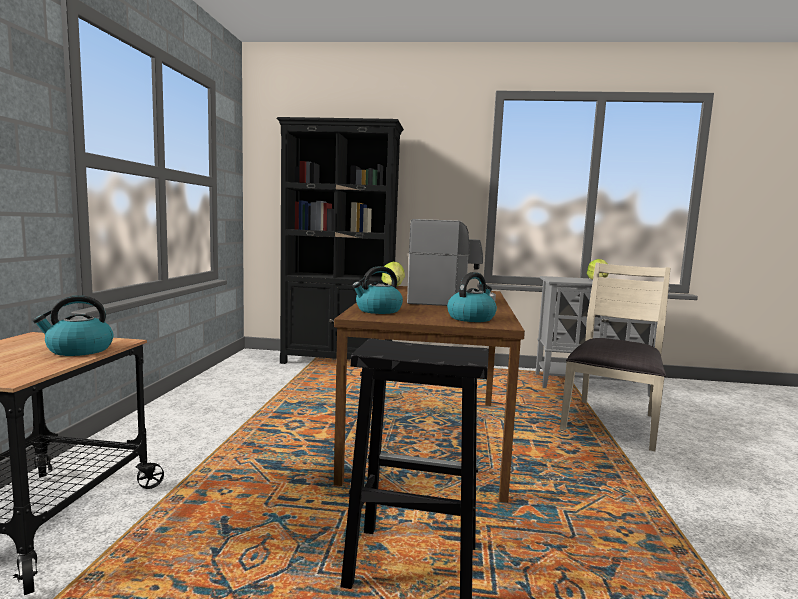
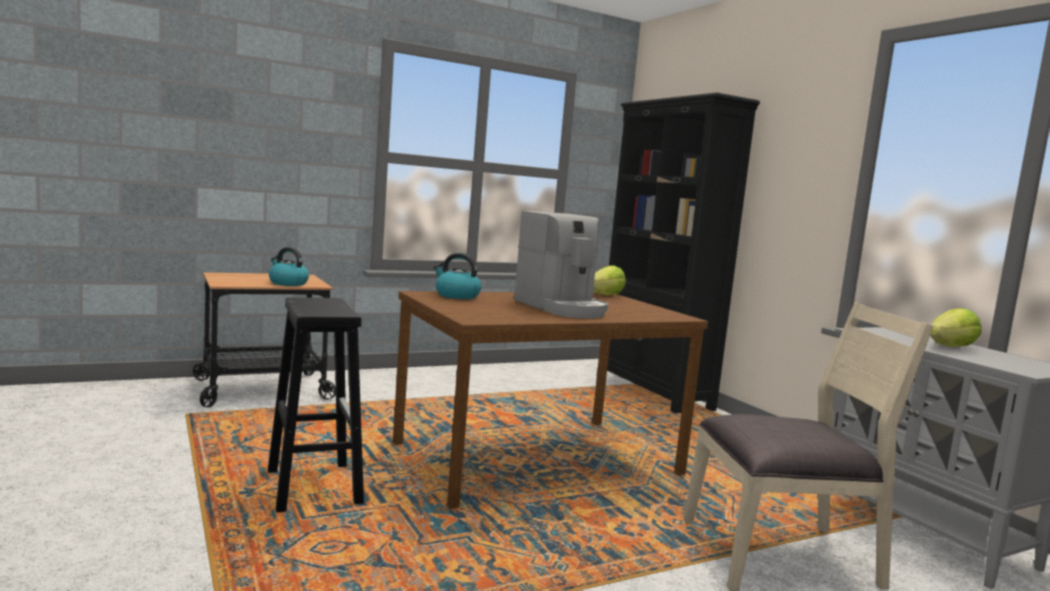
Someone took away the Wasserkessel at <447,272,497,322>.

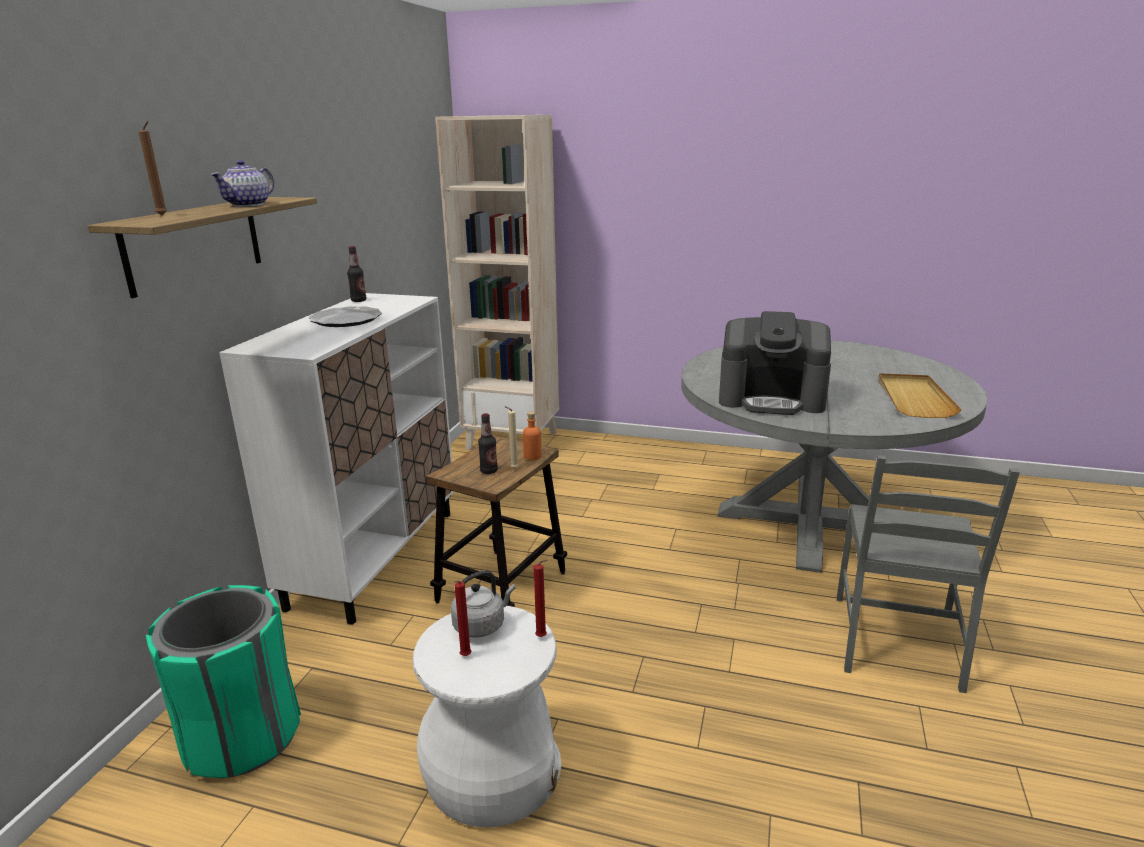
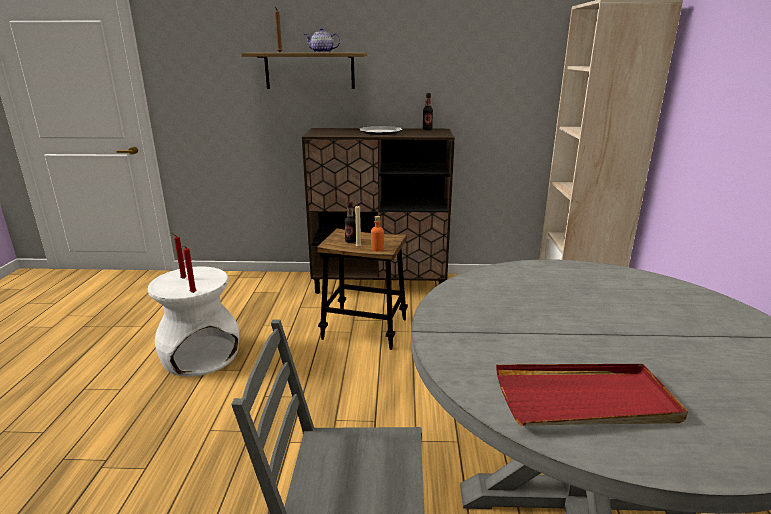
Someone took away the Mülleimer/grün at <146,585,301,778>.
Someone repainted the Schrank/weiß at <219,293,454,625>, which became the Schrank/braun at <302,128,455,294>.
Someone took away the Wasserkessel/grau at <451,570,516,638>.
Someone took away the Kaffeemaschine at <719,311,831,415>.
Someone repainted the Tablett/beige at <878,373,962,418>, which became the Tablett/rot at <496,364,688,425>.

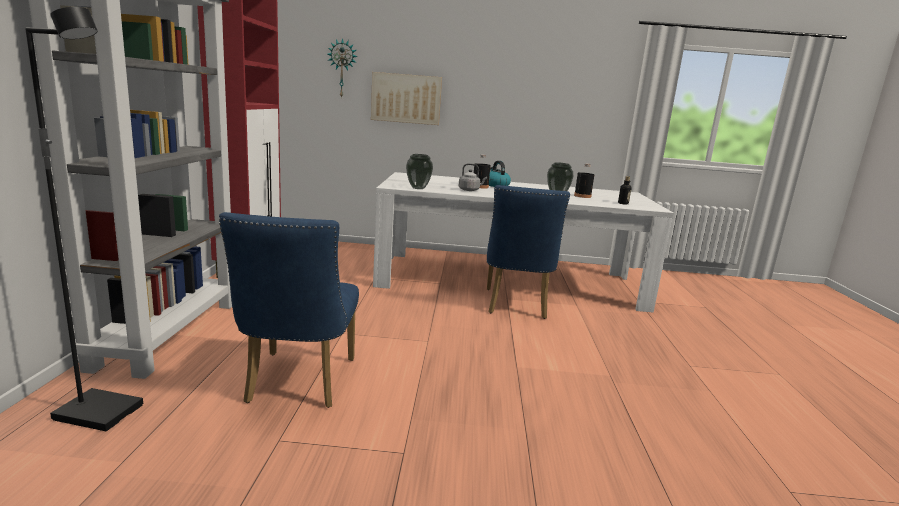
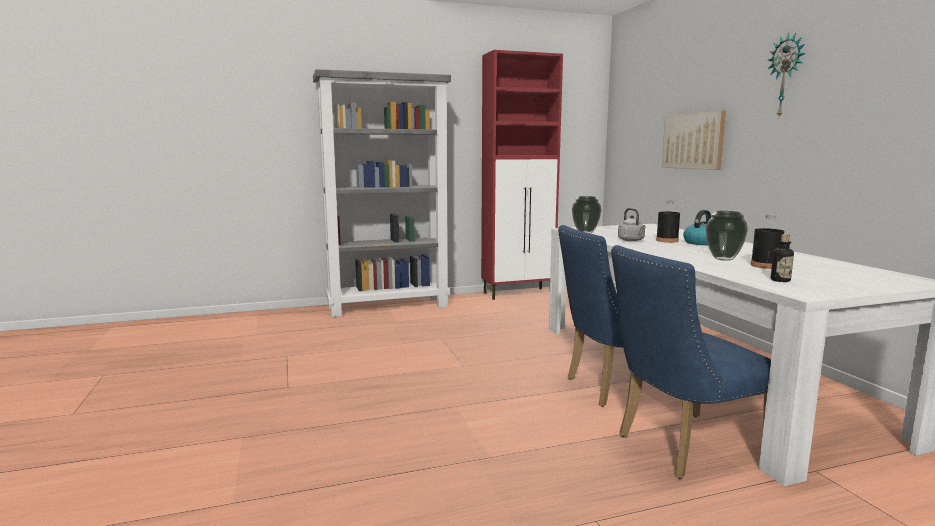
Someone took away the Stehlampe/schwarz at <25,7,143,431>.
Someone carried the Stuhl/blau from <219,212,359,408> to <611,245,771,479>.
Someone carried the Wanduhr from <327,38,358,98> to <767,32,806,118>.

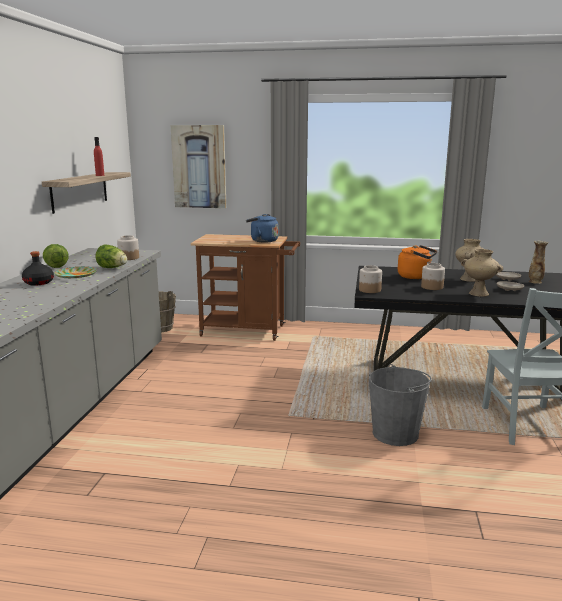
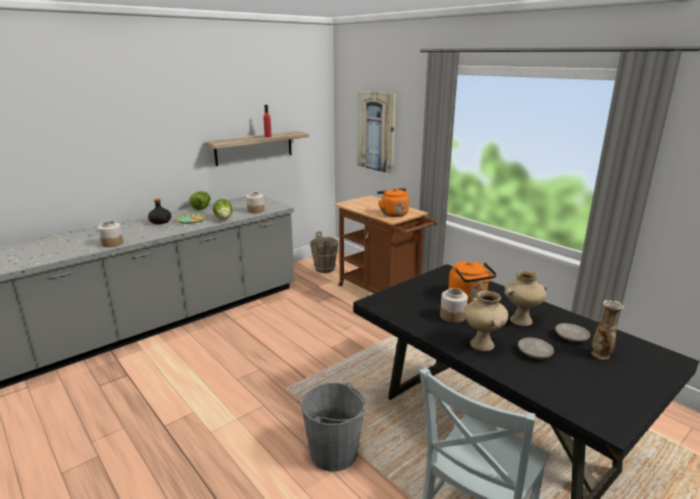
Someone repainted the Wasserkessel/blau at <246,214,279,243>, which became the Wasserkessel/orange at <377,188,409,217>.
Someone carried the Vorratsglas from <359,265,382,293> to <98,221,123,247>.

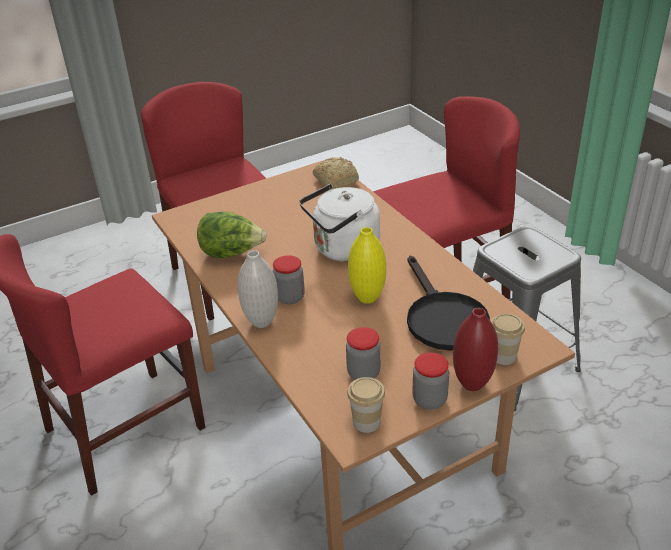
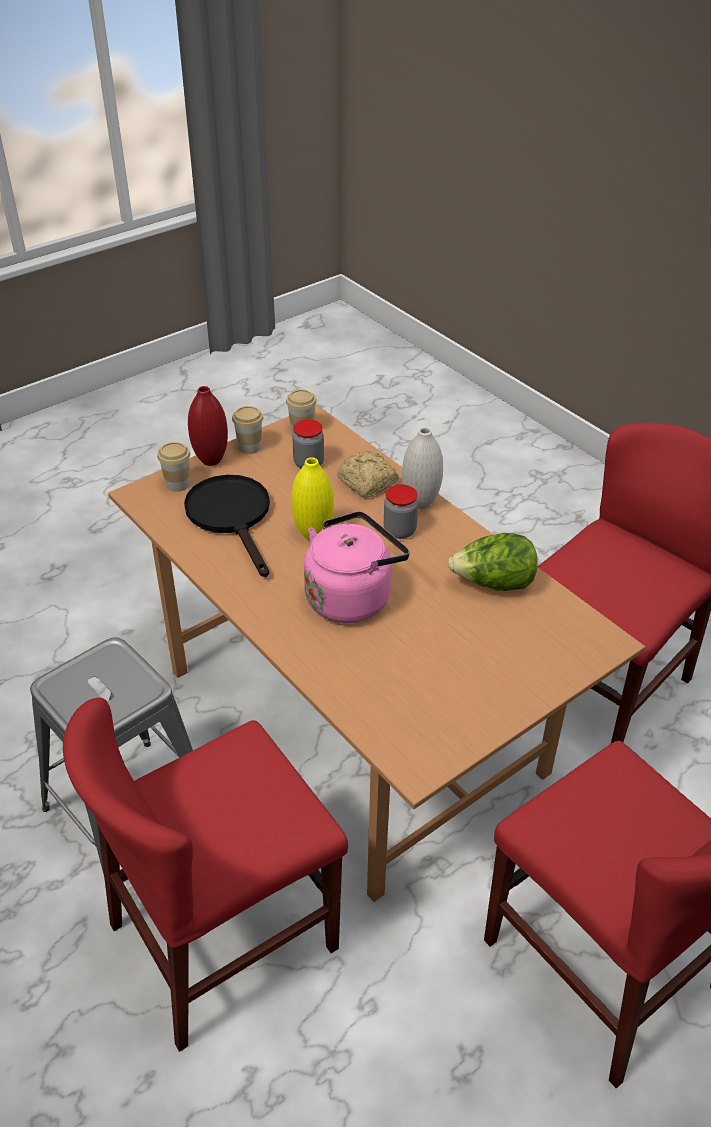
Someone repainted the Wasserkessel/weiß at <299,184,380,262>, which became the Wasserkessel/rosa at <304,511,410,623>.
Someone carried the Brot from <313,157,359,189> to <337,451,399,498>.
Someone swapped the Vorratsglas at <412,352,449,410> for the Tasse at <232,406,263,454>.

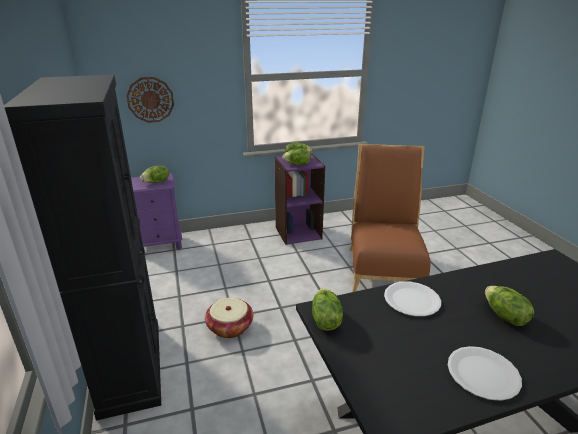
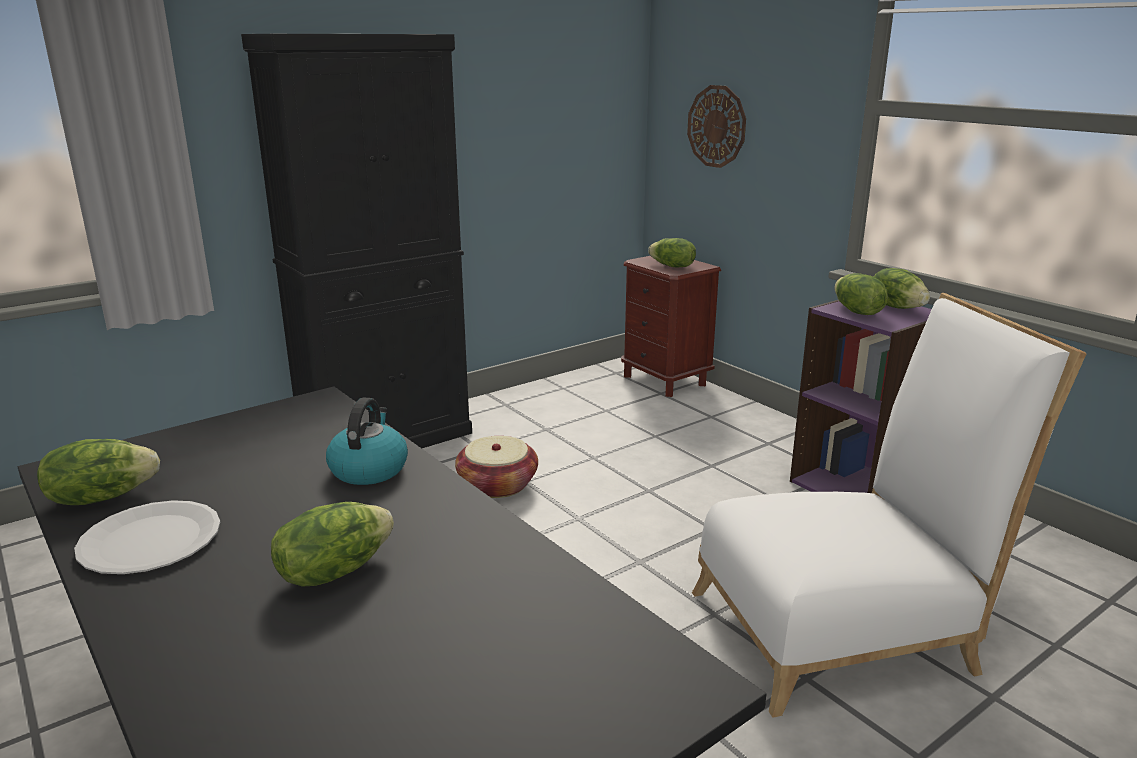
Someone repainted the Nachttisch/lila at <131,173,182,253>, which became the Nachttisch/braun at <621,256,721,397>.
Someone carried the Salatkopf from <312,288,343,331> to <37,439,160,505>.
Someone repainted the Stuhl/braun at <350,144,430,292>, which became the Stuhl/weiß at <692,293,1086,718>.
Someone swapped the Teller/weiß at <384,282,441,316> for the Wasserkessel at <326,398,408,485>.

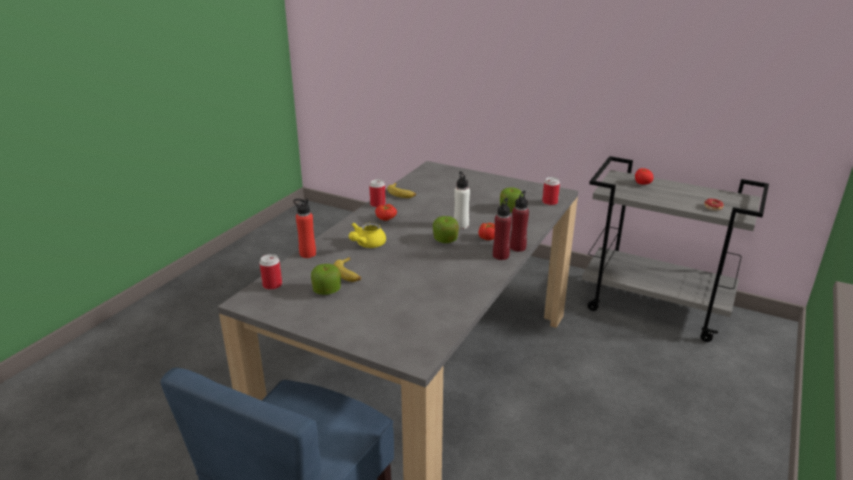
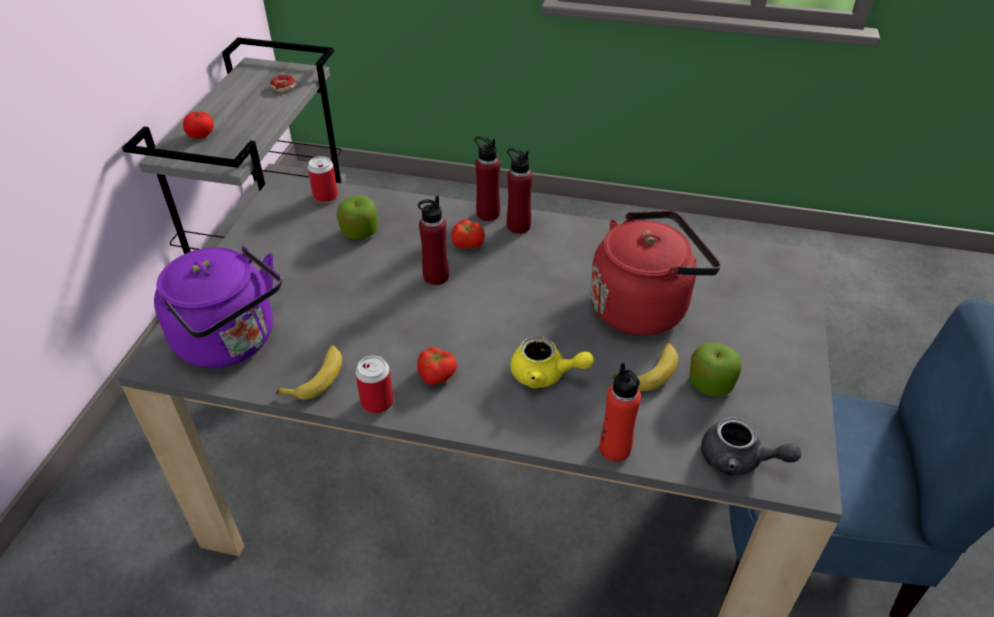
Someone swapped the Dose at <259,254,282,290> for the Teekanne/grau at <701,417,801,476>.
Someone took away the Apfel at <433,216,459,243>.
Someone repainted the Flasche/weiß at <454,171,470,229>, which became the Flasche/rot at <418,196,449,285>.
Someone put down the Wasserkessel/lila at <154,246,282,368>.
Someone put down the Wasserkessel/rot at <590,210,721,336>.

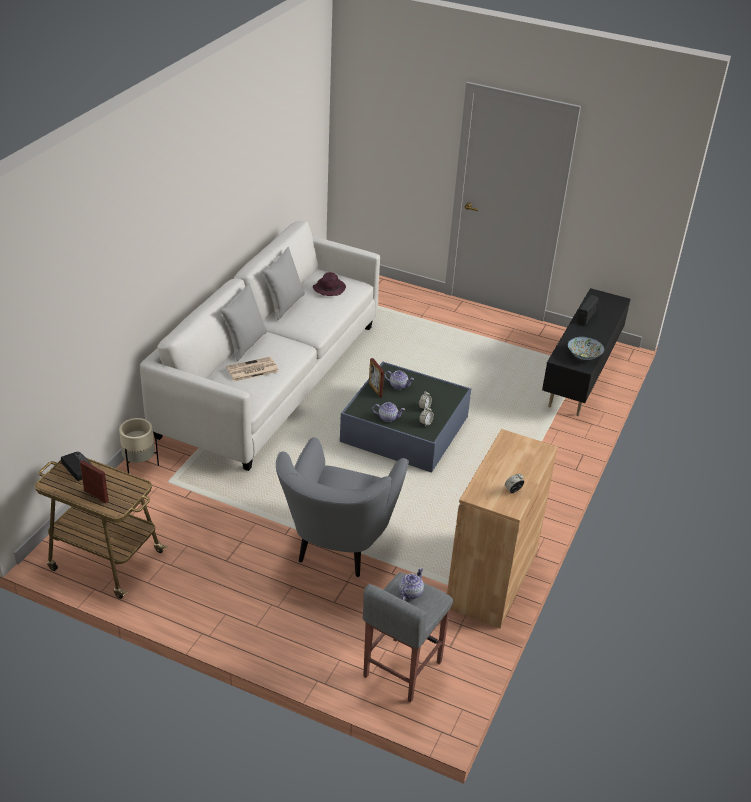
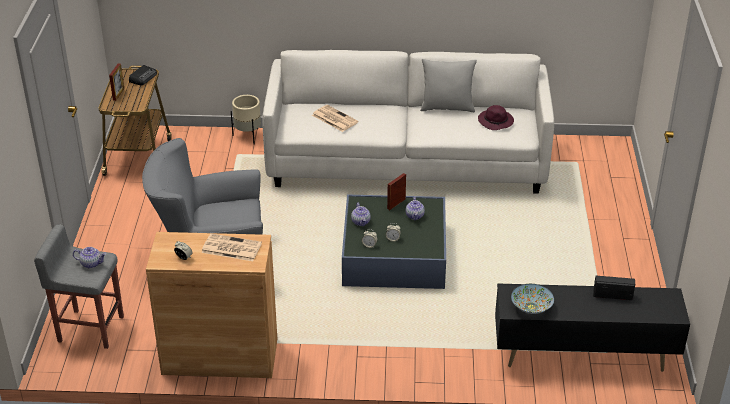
Someone took away the Kissen/grau at <221,283,267,361>.
Someone put down the Zeitung at <201,233,262,261>.

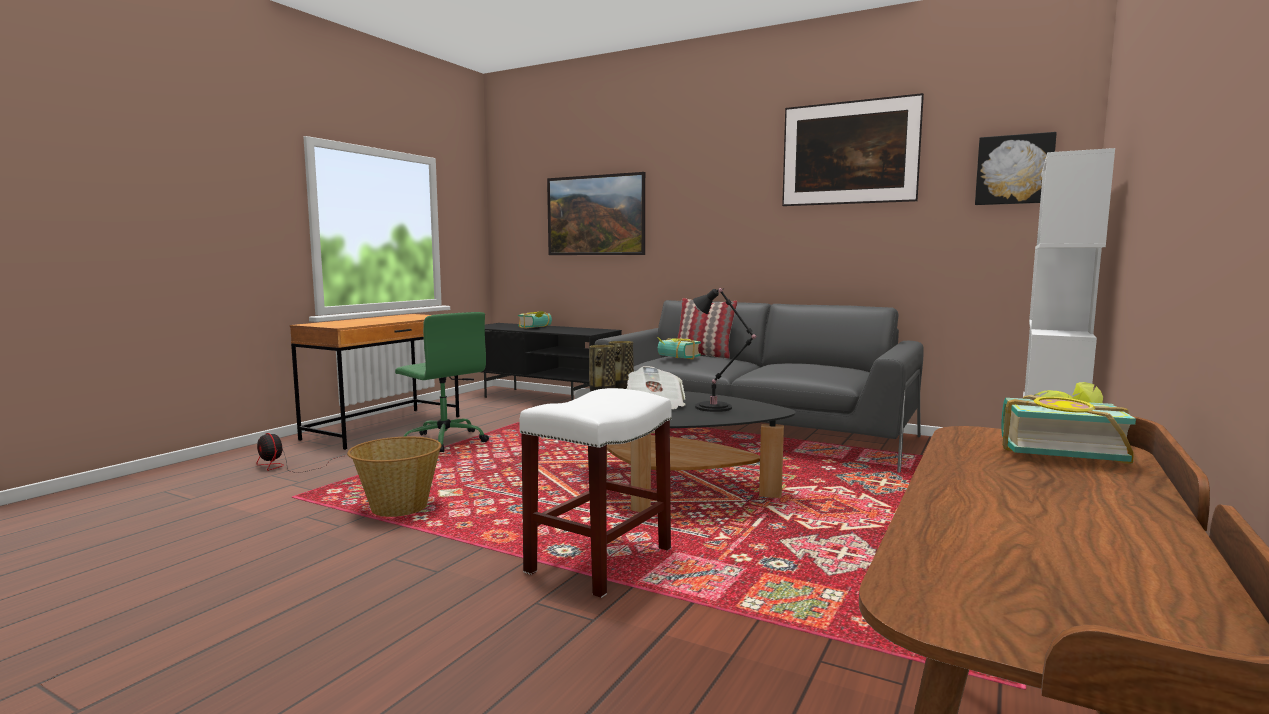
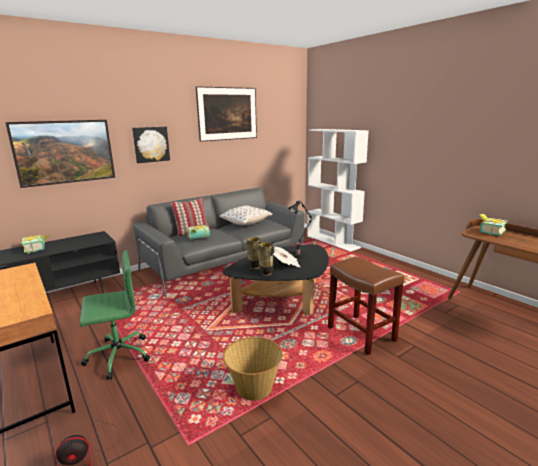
Someone repainted the Hocker/weiß at <519,388,672,598>, which became the Hocker/braun at <328,256,404,355>.
Someone carried the Bild from <975,132,1057,205> to <132,127,170,163>.
Someone put down the Kissen at <220,206,272,225>.

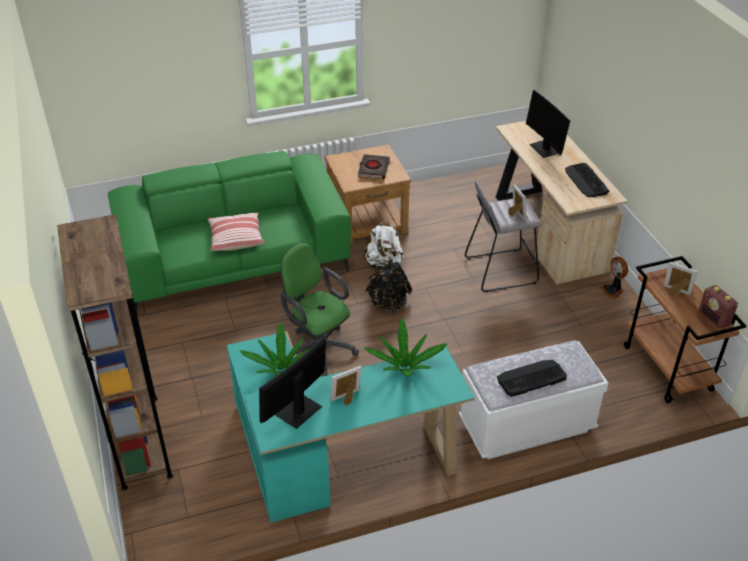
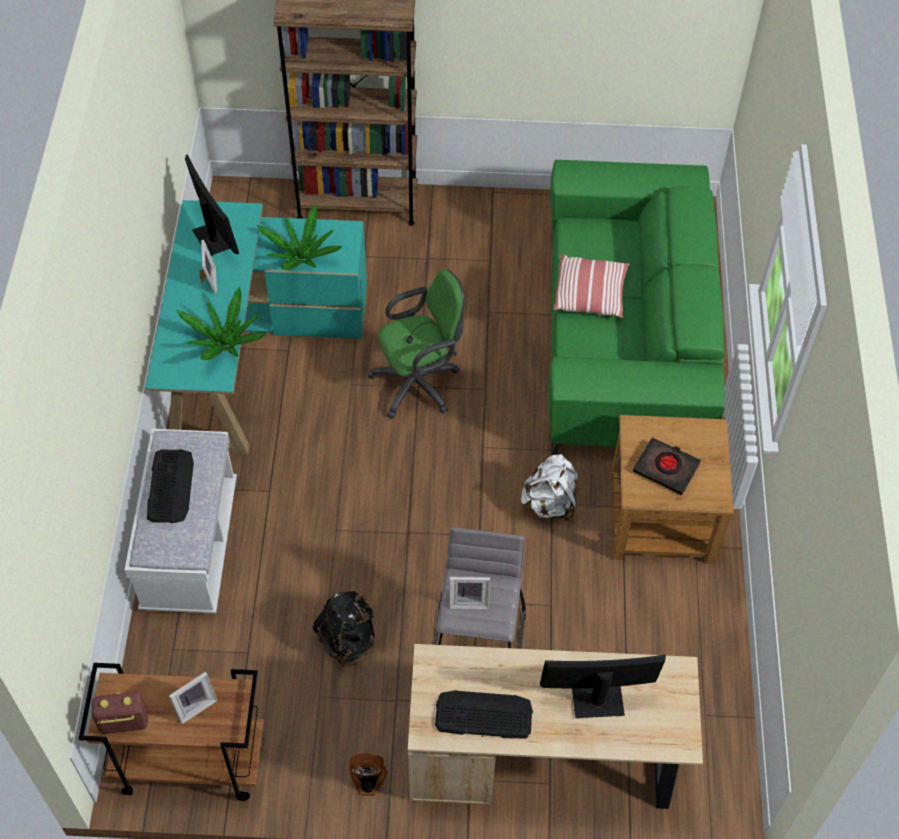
Someone carried the Rucksack/schwarz from <366,260,412,314> to <312,591,375,667>.

